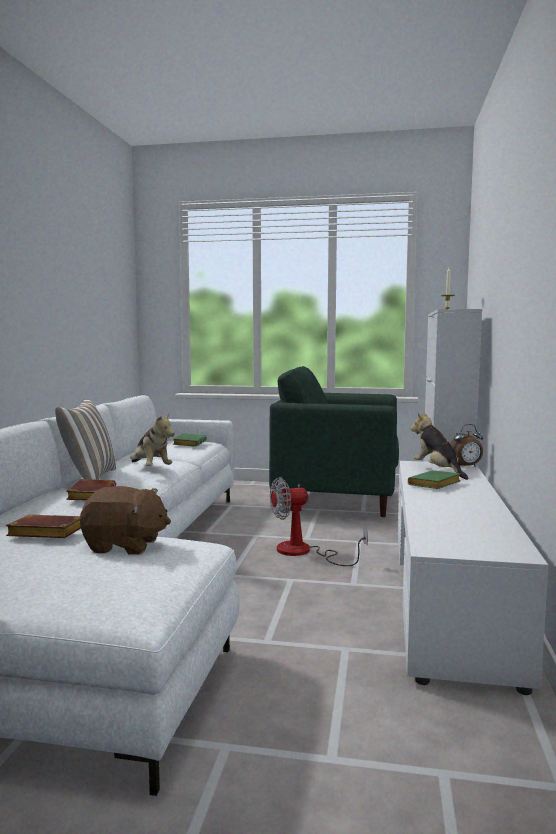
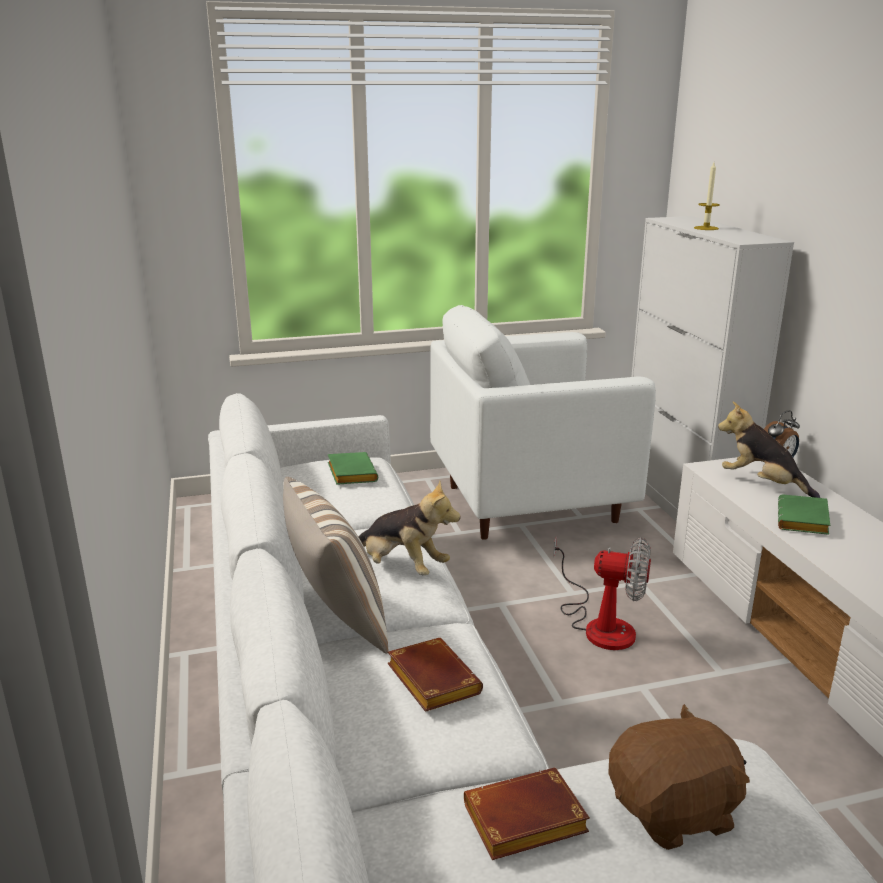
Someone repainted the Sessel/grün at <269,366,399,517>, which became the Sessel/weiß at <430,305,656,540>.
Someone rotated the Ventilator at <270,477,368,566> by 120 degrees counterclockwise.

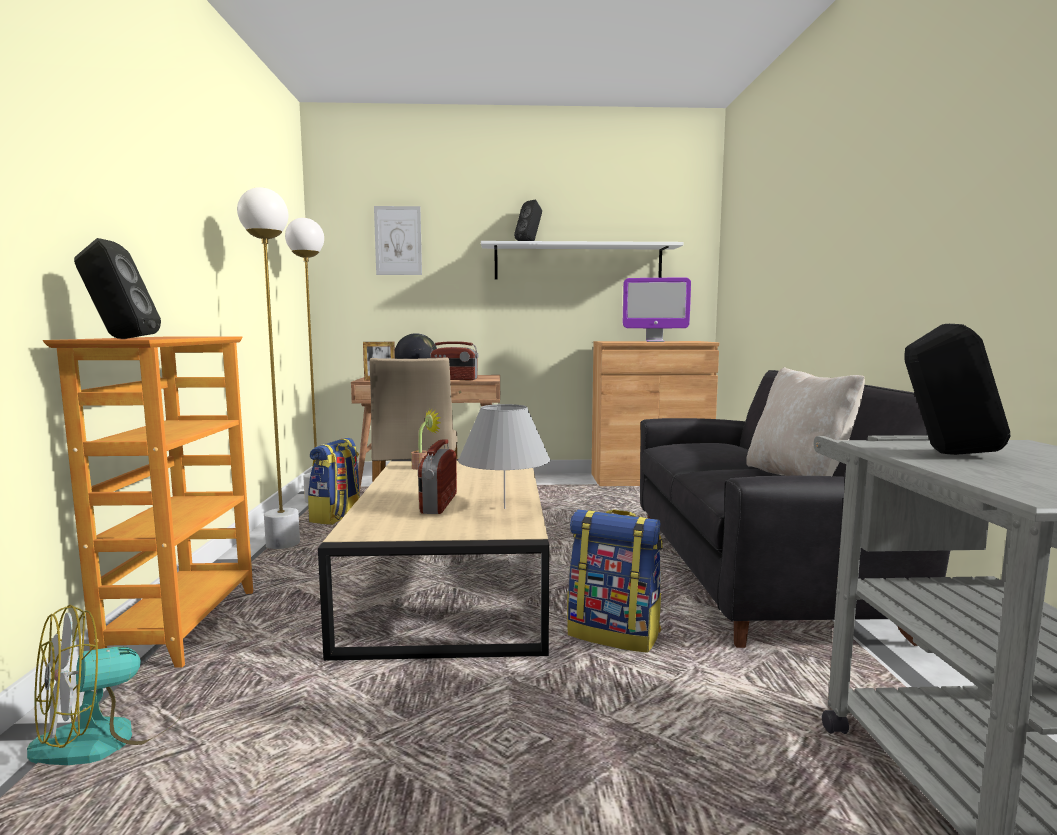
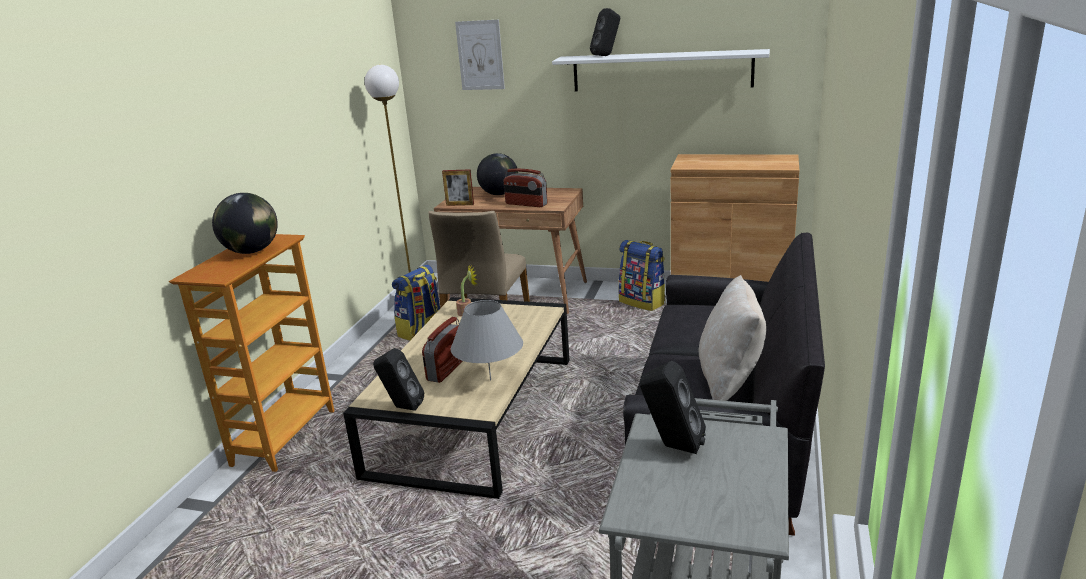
Someone took away the Ventilator at <27,604,181,765>.
Someone carried the Lautsprecher/schwarz from <74,238,161,339> to <373,348,424,411>.
Someone took away the Stehlampe/weiß at <237,187,300,549>.
Someone carried the Rucksack from <567,509,663,653> to <618,240,666,311>.
Someone took away the Monitor at <623,278,691,342>.
Someone put down the Globus at <212,193,278,254>.

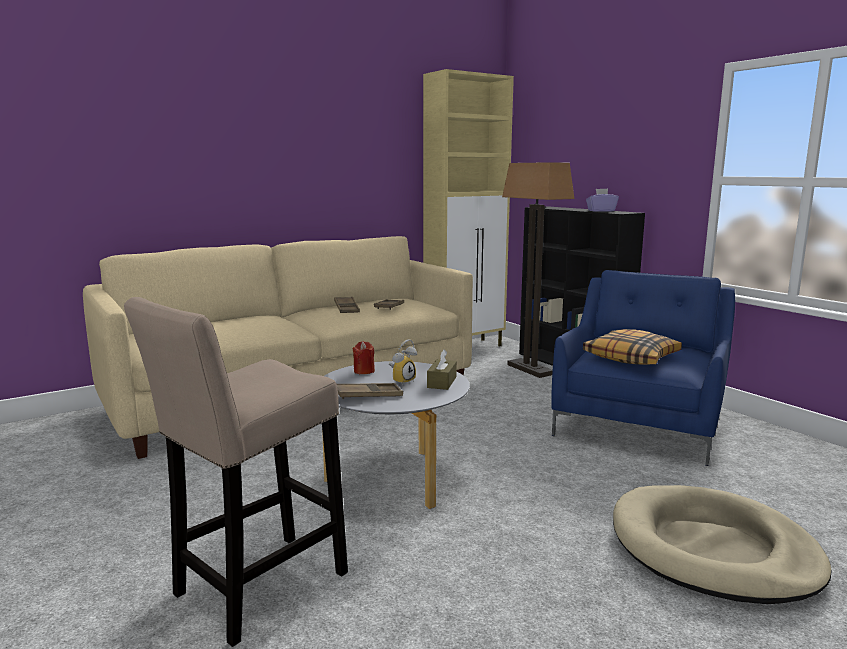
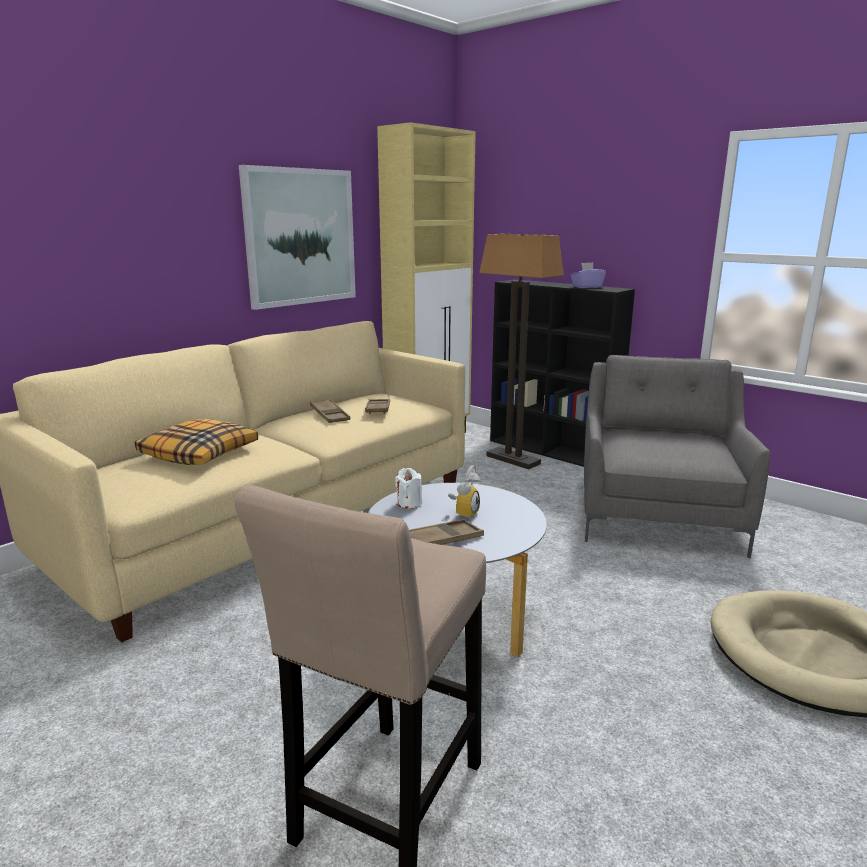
Someone repainted the Kerze/rot at <353,341,375,374>, which became the Kerze/weiß at <395,468,422,509>.
Someone took away the Taschentuchbox/braun at <427,350,457,390>.
Someone repainted the Sessel/blau at <551,270,735,466>, which became the Sessel/grau at <584,355,770,558>.
Someone carried the Kissen from <583,329,682,365> to <135,419,258,465>.
Someone put up the Bild at <239,165,356,310>.

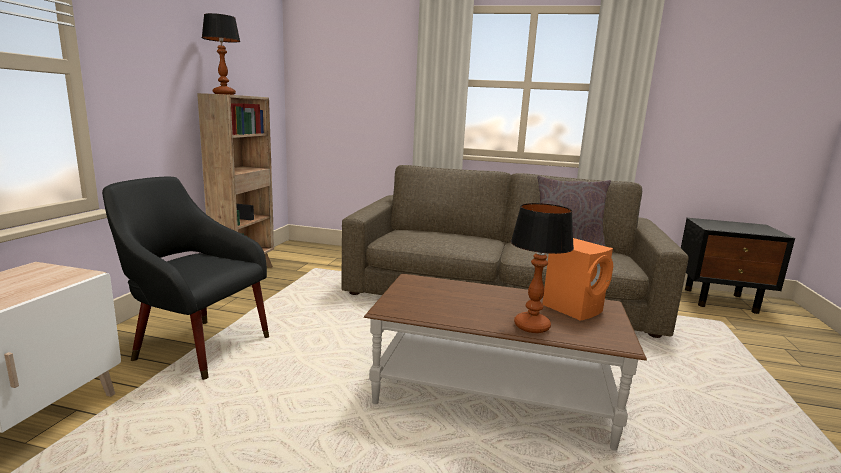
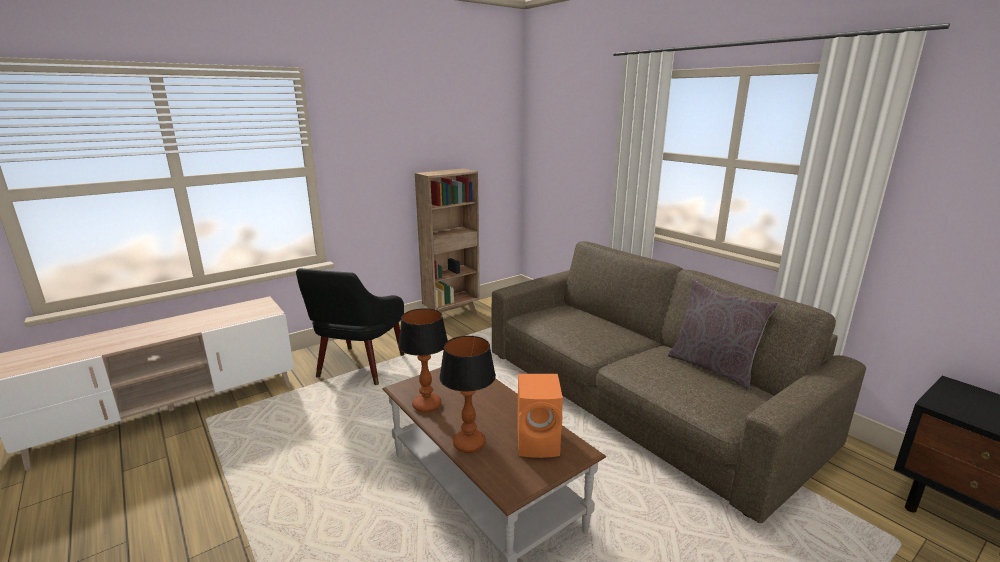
Someone rotated the Sessel/schwarz at <102,177,269,380> by 135 degrees counterclockwise.
Someone carried the Tischlampe from <202,13,240,95> to <398,308,448,412>.

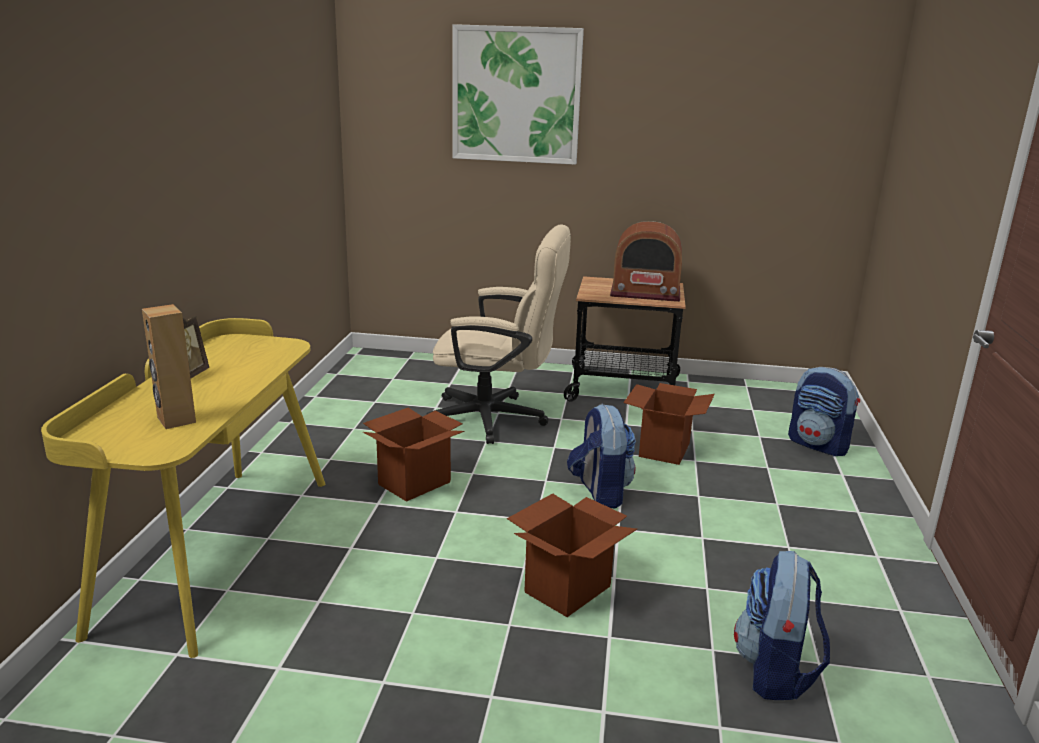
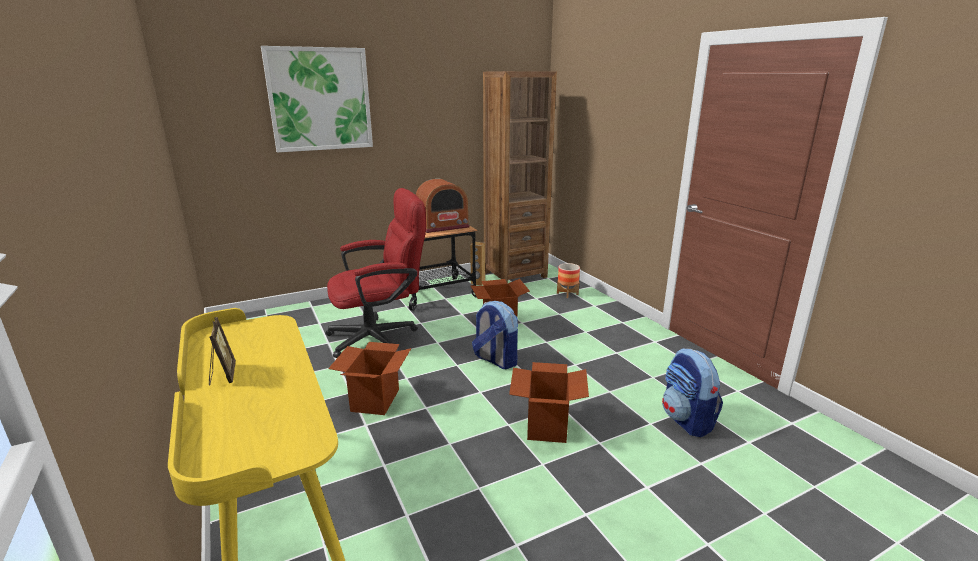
Someone carried the Lautsprecher/braun from <142,304,196,429> to <470,242,485,286>.
Someone repainted the Bürostuhl/beige at <426,224,571,444>, which became the Bürostuhl/rot at <326,188,426,358>.
Someone swapped the Rucksack at <788,367,860,456> for the Pflanzkübel at <557,263,580,298>.
Someone put down the Bücherregal/braun at <483,71,557,284>.

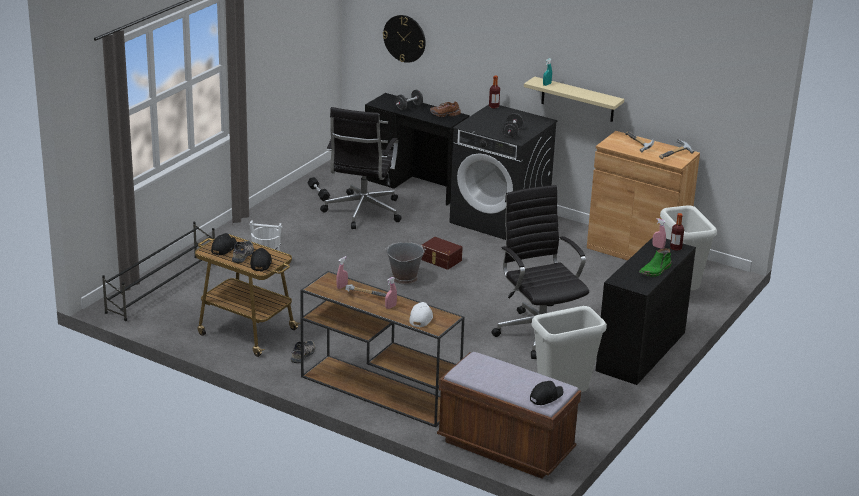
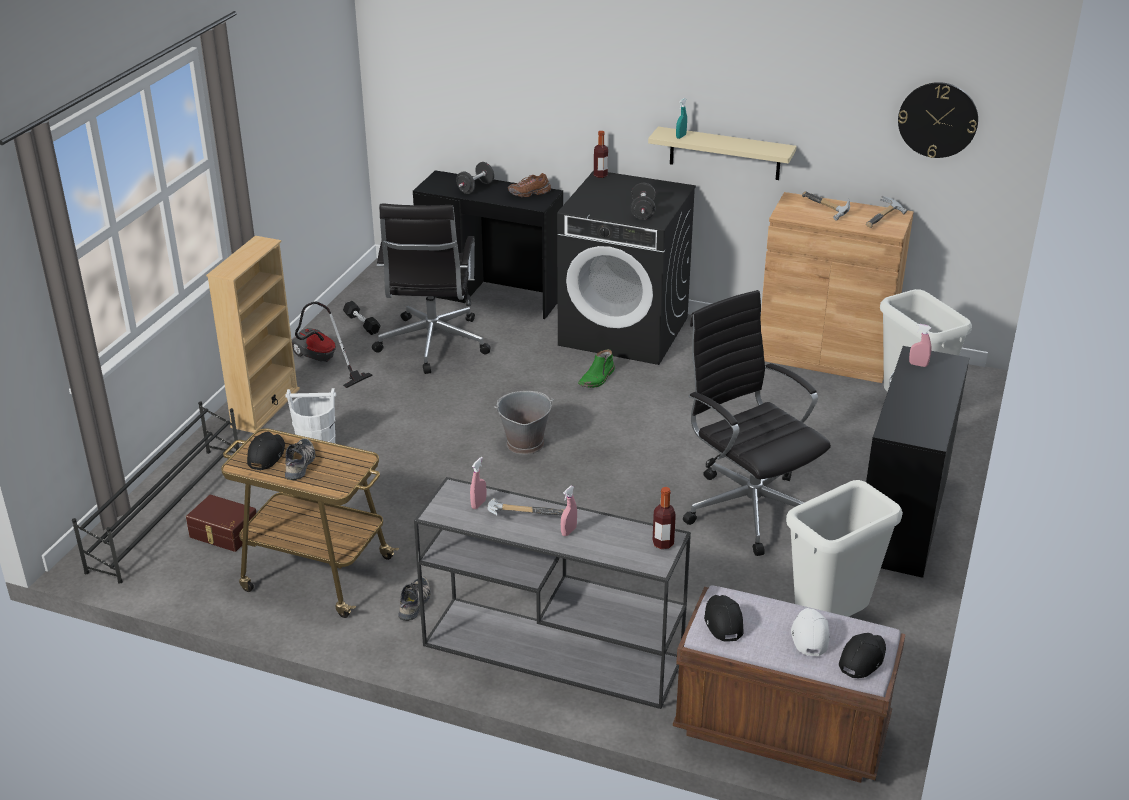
Someone carried the Kappe/schwarz from <250,248,272,271> to <704,595,743,642>.
Someone repainted the Konsolentisch/braun at <300,271,464,428>, which became the Konsolentisch/grau at <414,477,691,709>.
Someone carried the Wanduhr from <383,15,426,63> to <898,82,978,158>.
Someone carried the Kappe/weiß from <409,302,433,327> to <791,608,830,656>.
Someone carried the Aufbewahrungsbox/braun from <421,237,463,270> to <186,495,256,552>.
Someone carried the Stiefel/grün from <639,248,672,277> to <578,349,615,388>.
Someone carried the Flasche from <670,213,684,250> to <652,487,676,549>.
Someone put down the Bücherregal/beige at <206,236,300,433>.
Someone put down the Staubsauger at <292,302,373,388>.

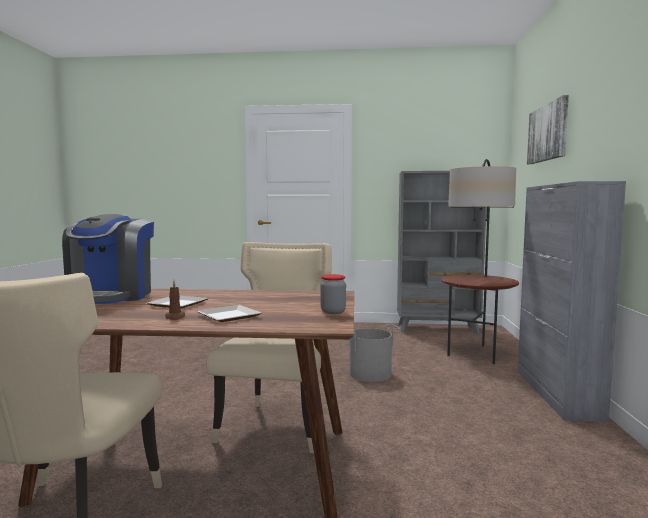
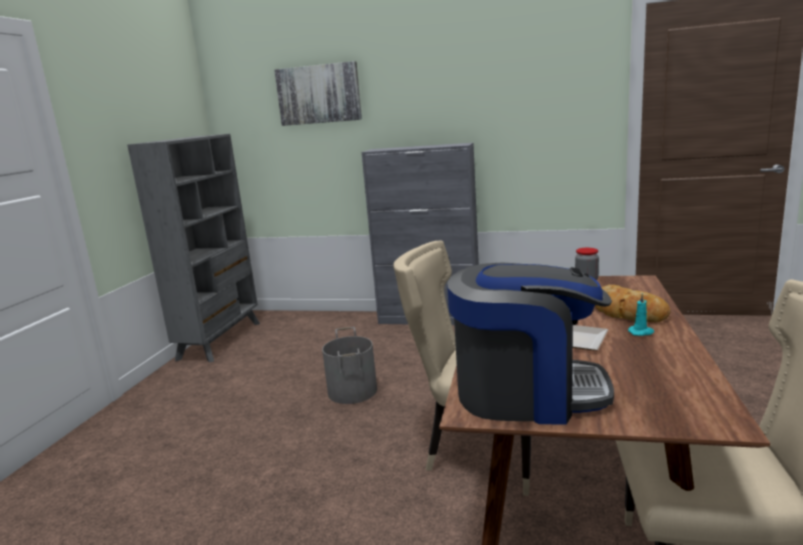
Someone repainted the Kerze/braun at <165,280,185,320>, which became the Kerze/türkis at <628,293,654,336>.
Someone swapped the Teller at <197,305,262,322> for the Brot at <595,285,671,322>.
Someone took away the Stehlampe at <441,159,519,364>.

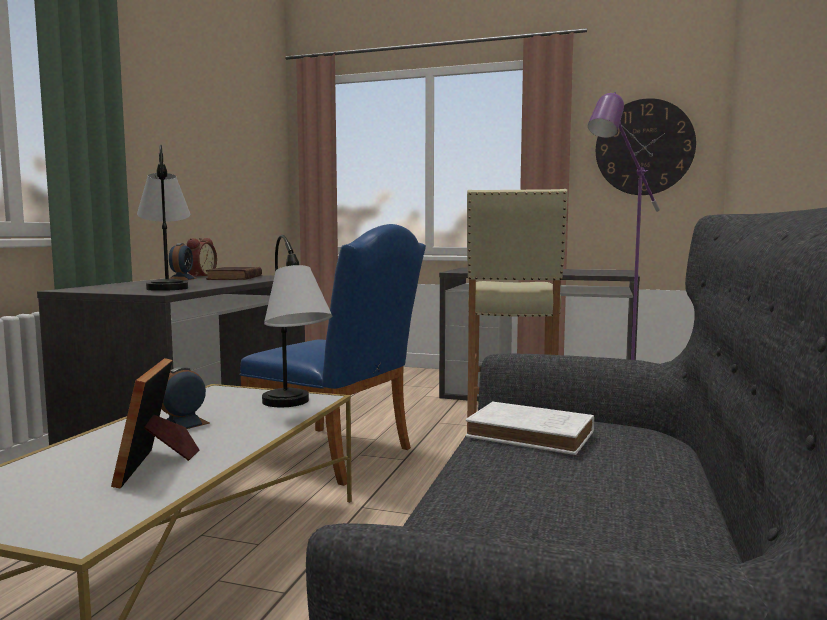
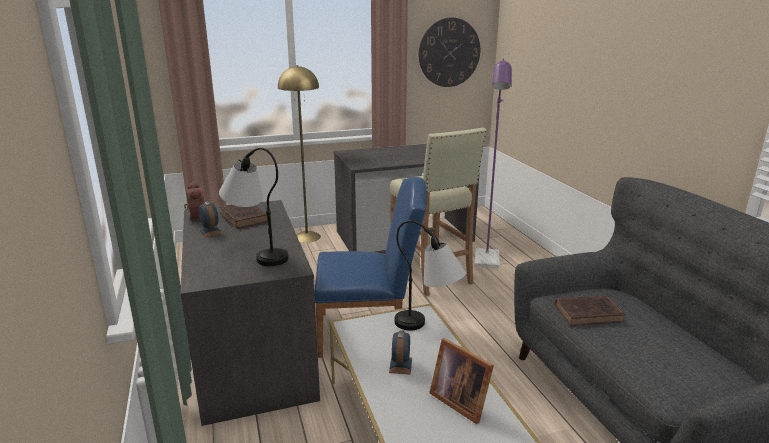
Someone repainted the Buch/weiß at <466,402,594,455>, which became the Buch/braun at <555,295,625,326>.
Someone put down the Stehlampe/gelb at <278,65,321,243>.

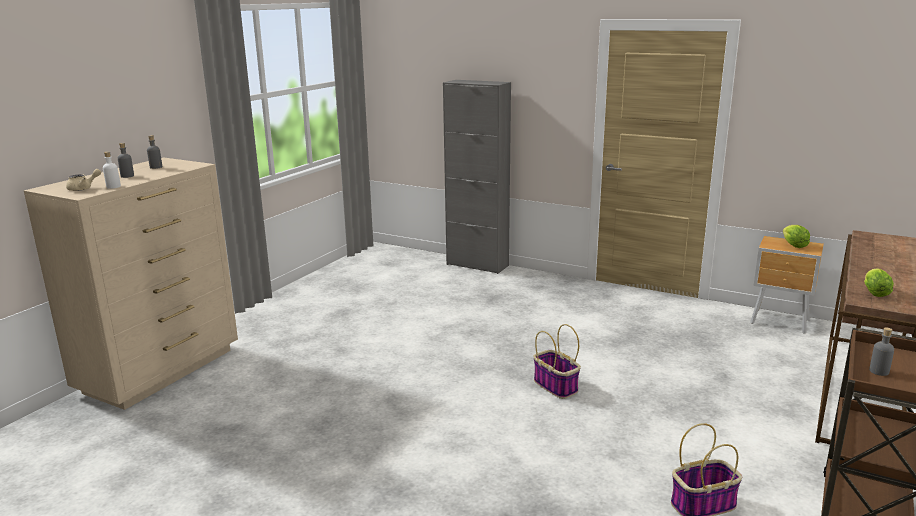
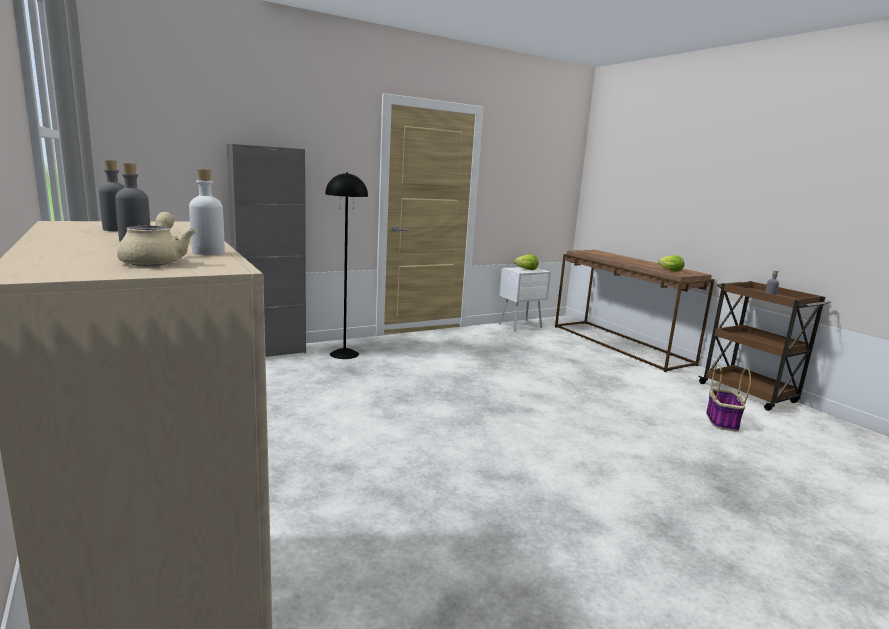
Someone took away the Korb at <533,324,581,399>.
Someone repainted the Nachttisch/braun at <751,236,824,334>, which became the Nachttisch/weiß at <499,267,551,331>.
Someone put down the Stehlampe/schwarz at <325,172,368,359>.

